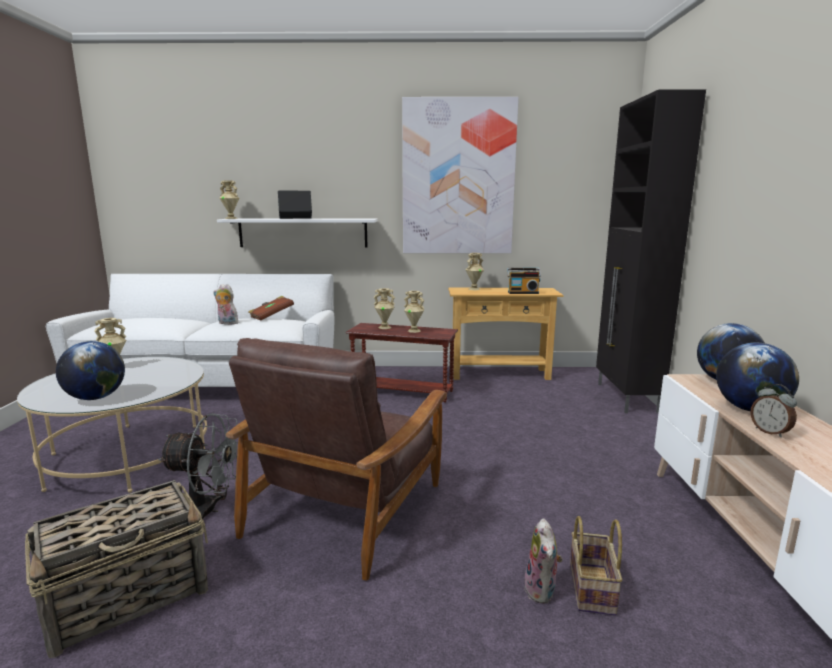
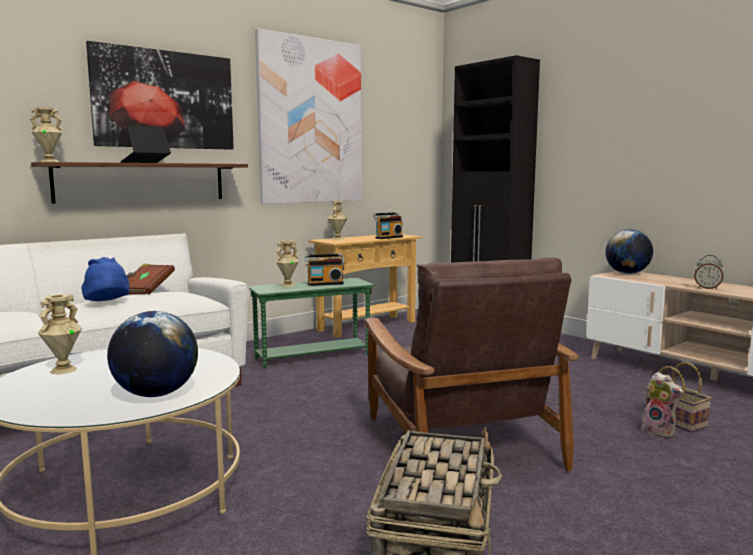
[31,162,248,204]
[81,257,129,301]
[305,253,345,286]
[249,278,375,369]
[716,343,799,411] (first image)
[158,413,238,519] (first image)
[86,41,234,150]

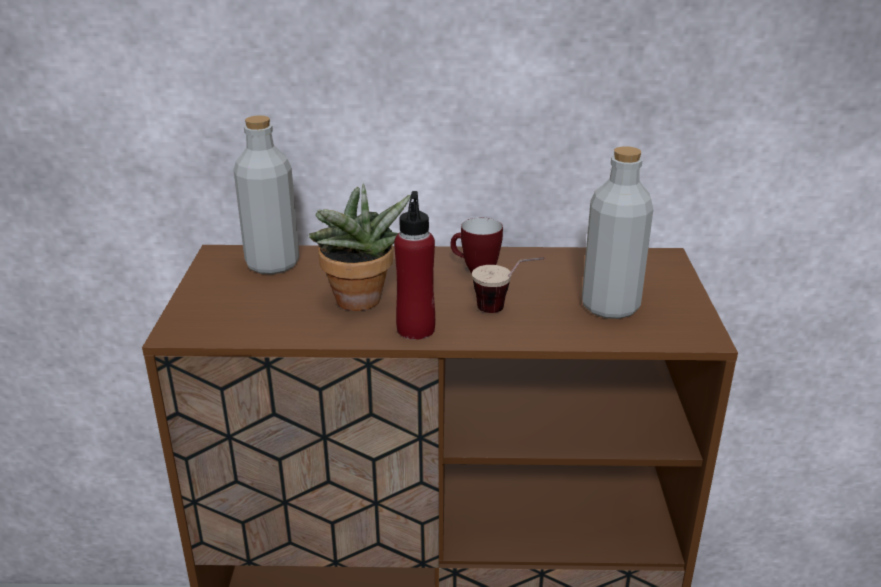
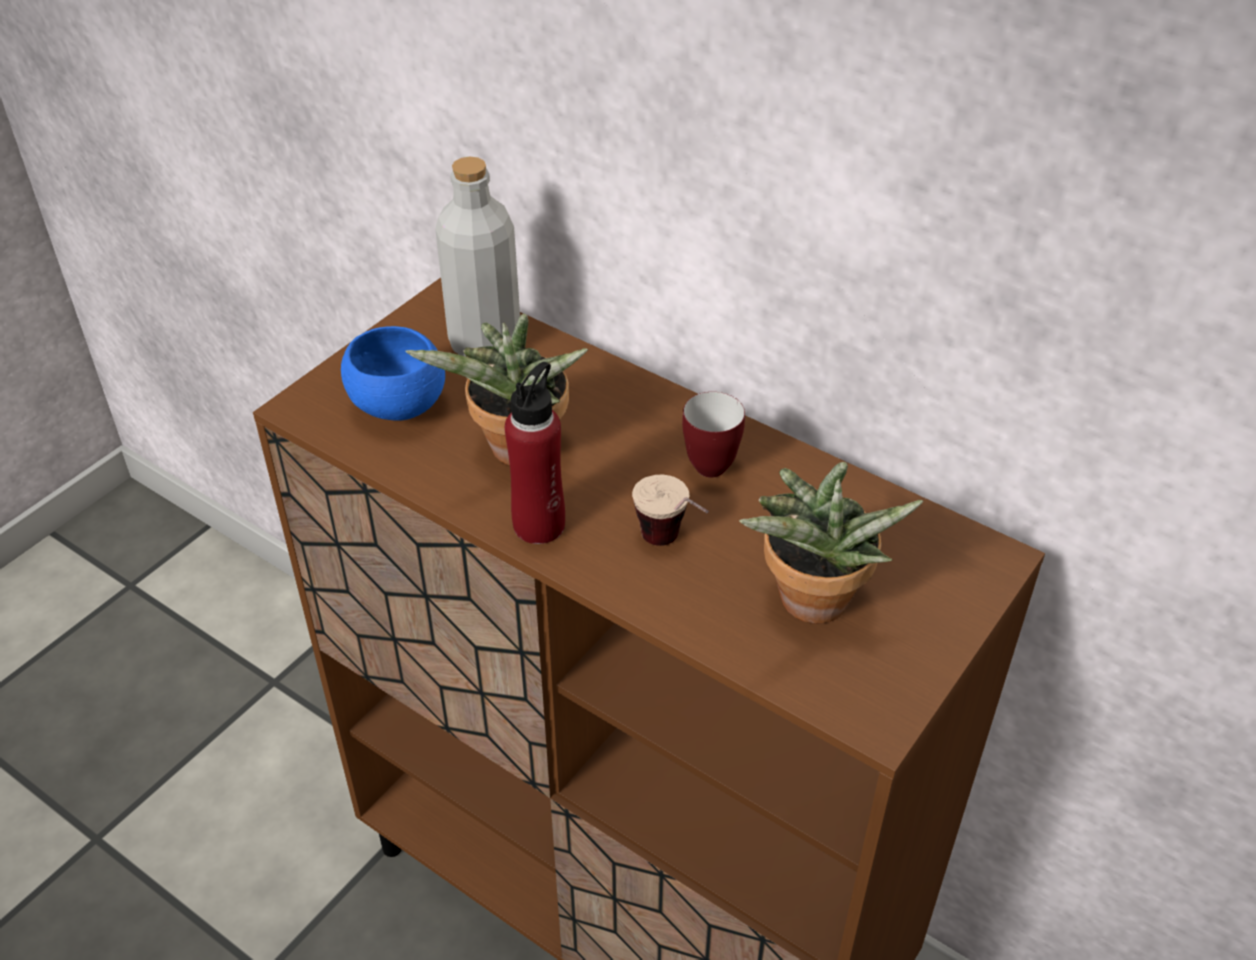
[739,462,923,624]
[341,326,445,421]

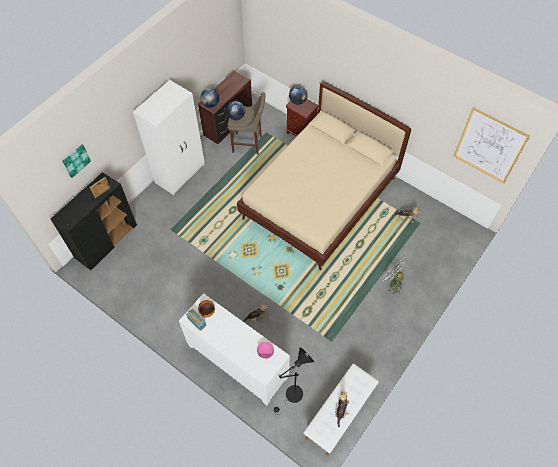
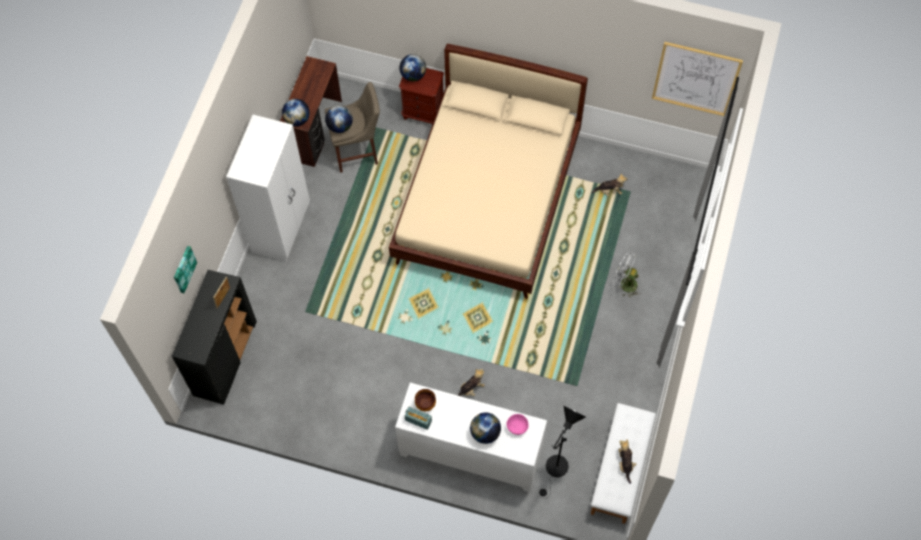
[470,412,501,444]

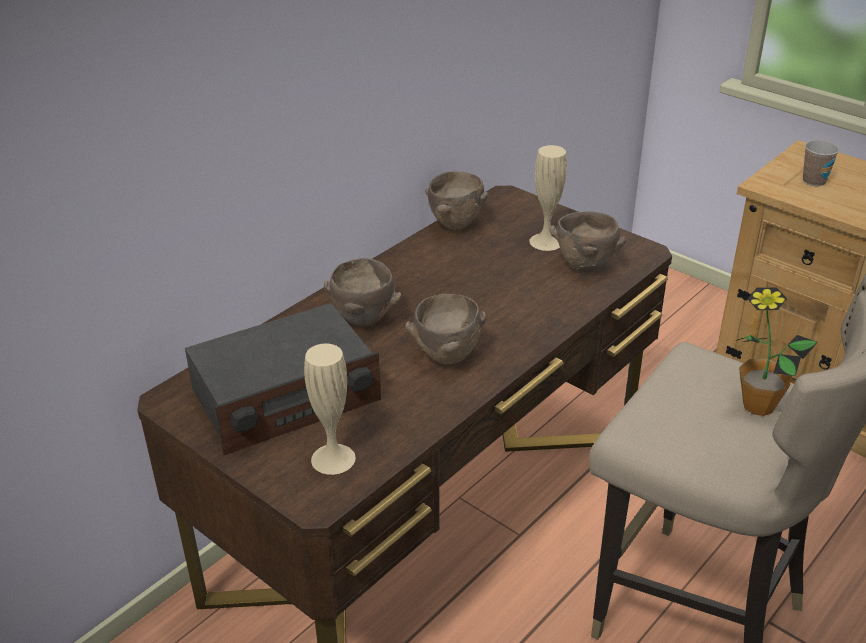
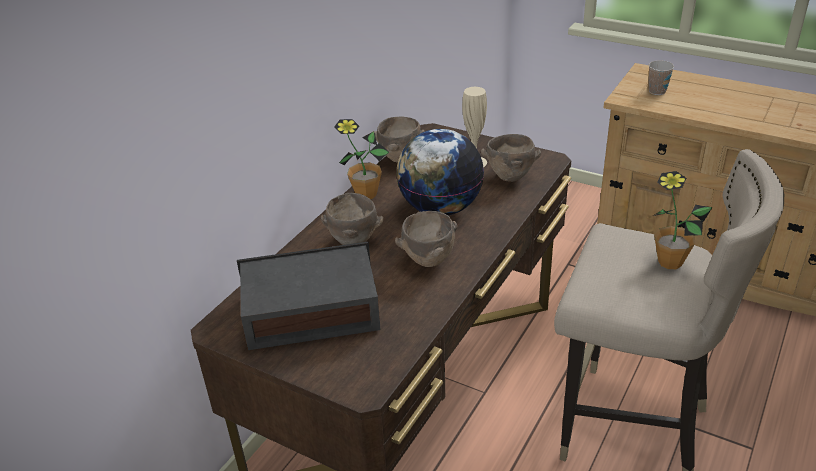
[237,242,381,350]
[304,344,356,475] (first image)
[334,119,389,199]
[396,129,484,216]

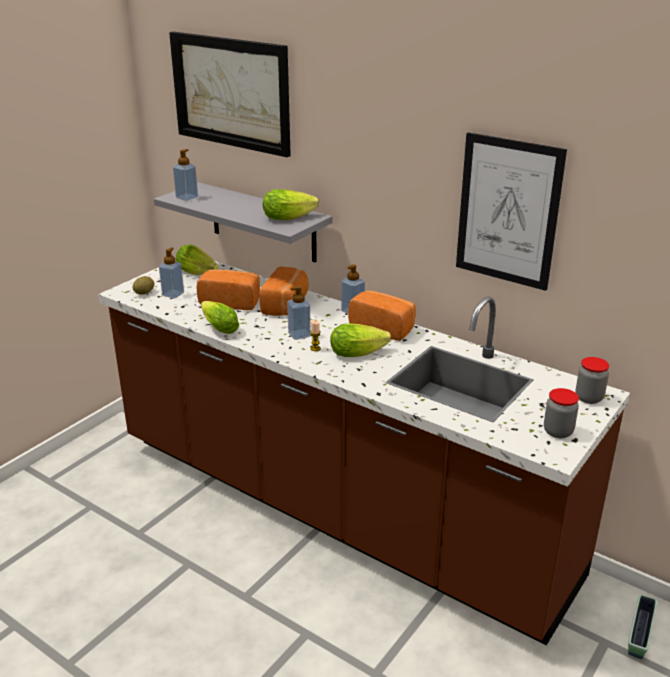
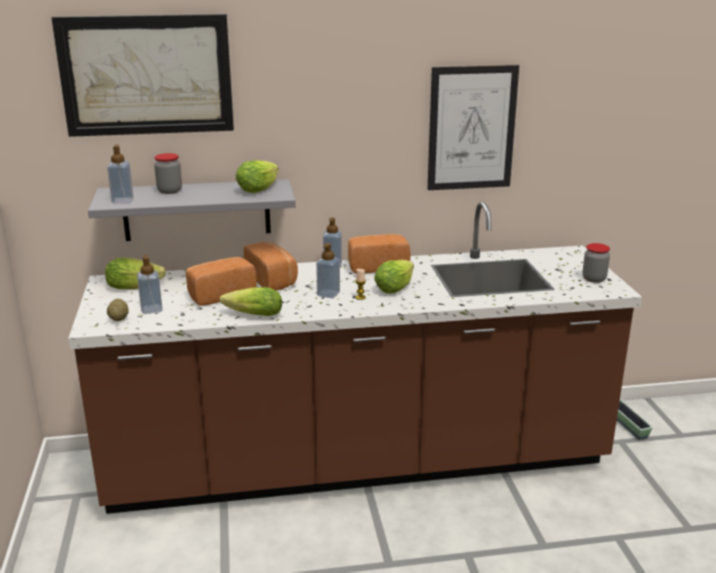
[154,153,182,194]

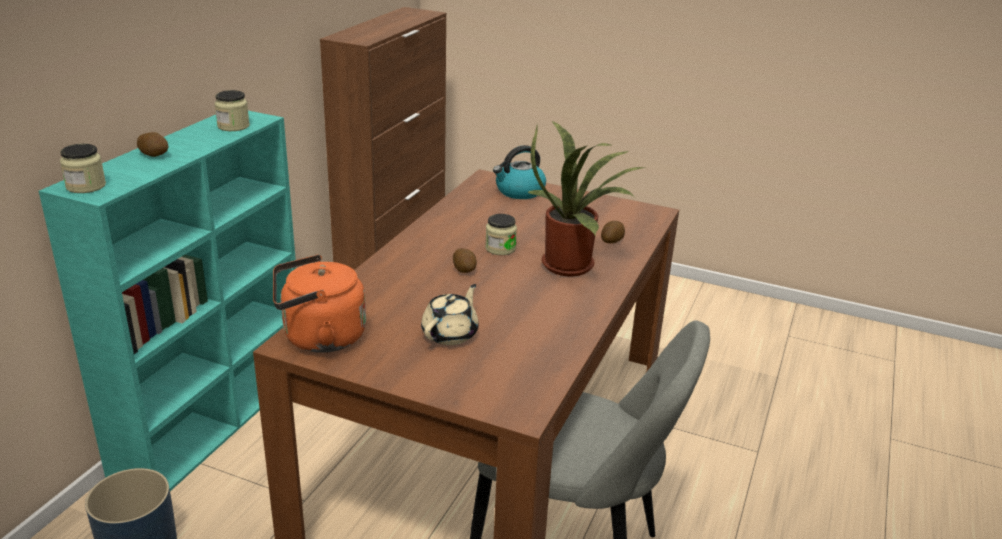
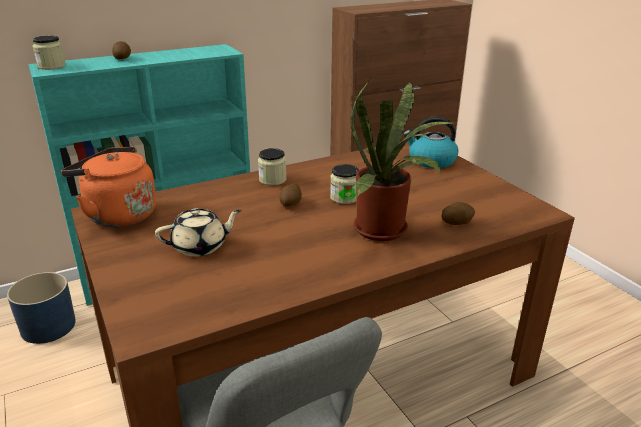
[258,148,286,186]

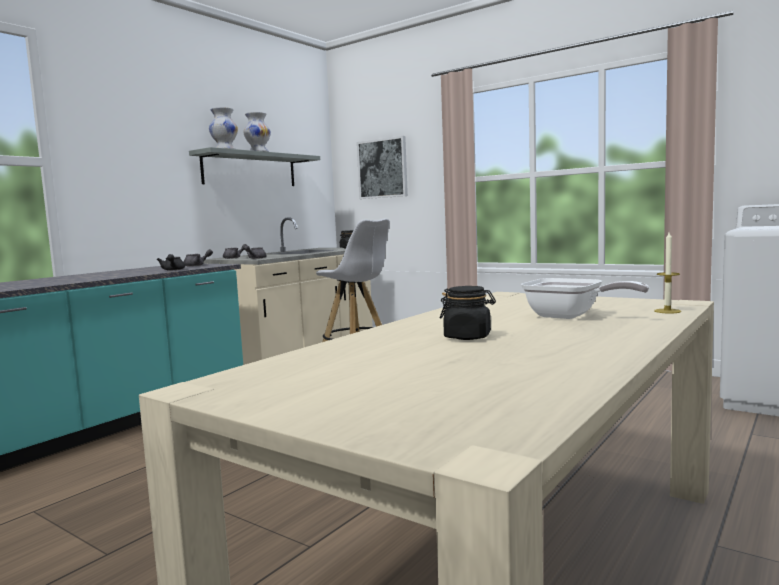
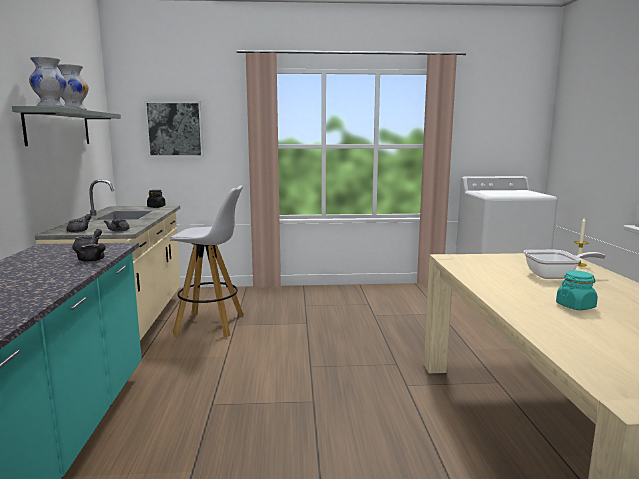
[556,270,598,310]

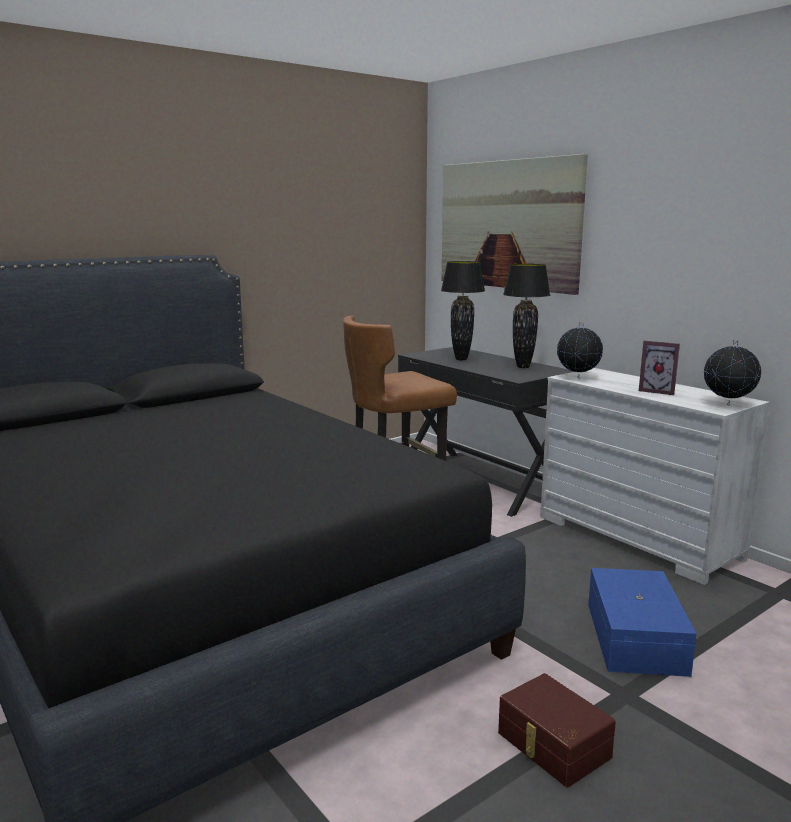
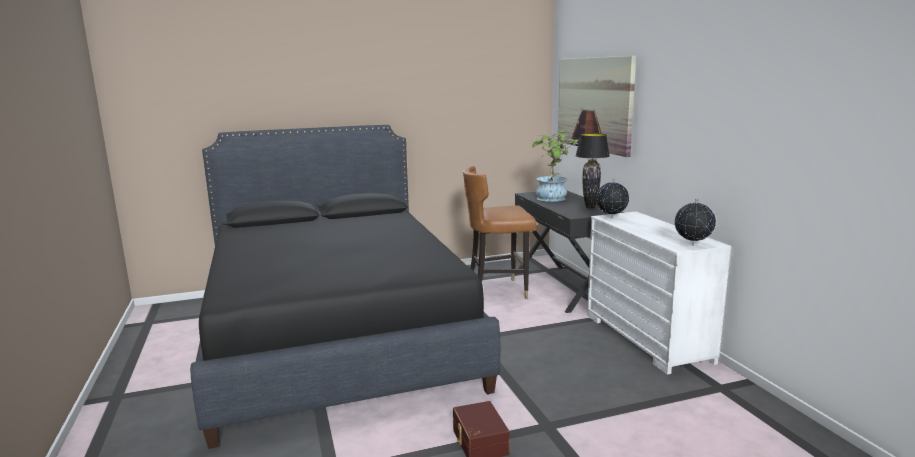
[531,131,579,202]
[639,341,680,395] (first image)
[588,568,697,677] (first image)

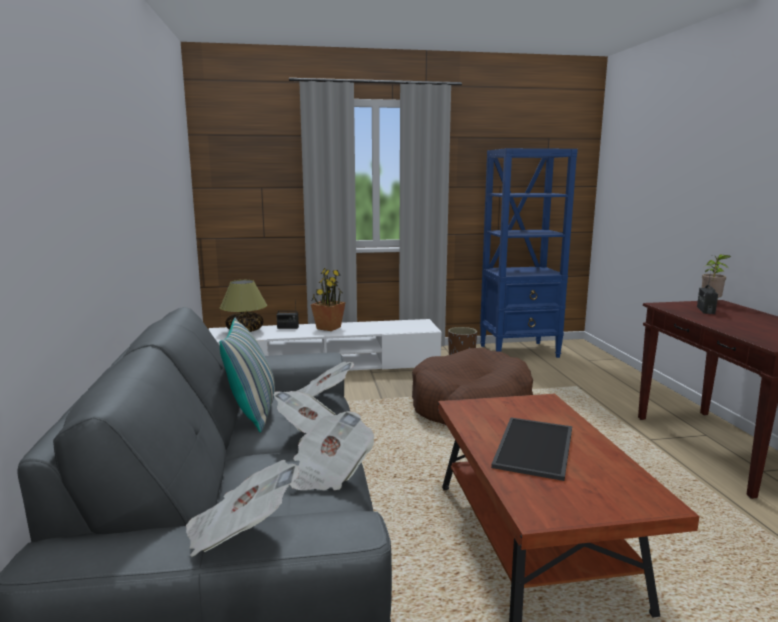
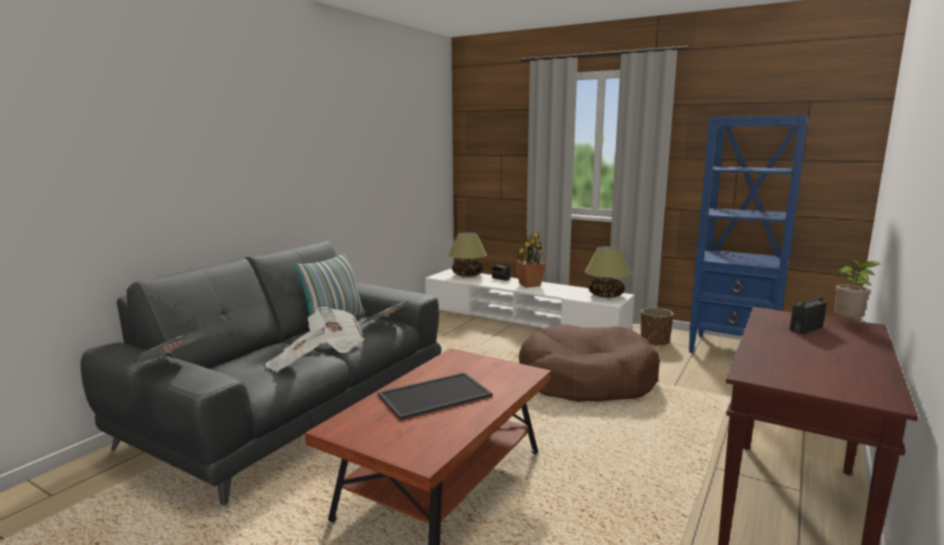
[585,246,630,298]

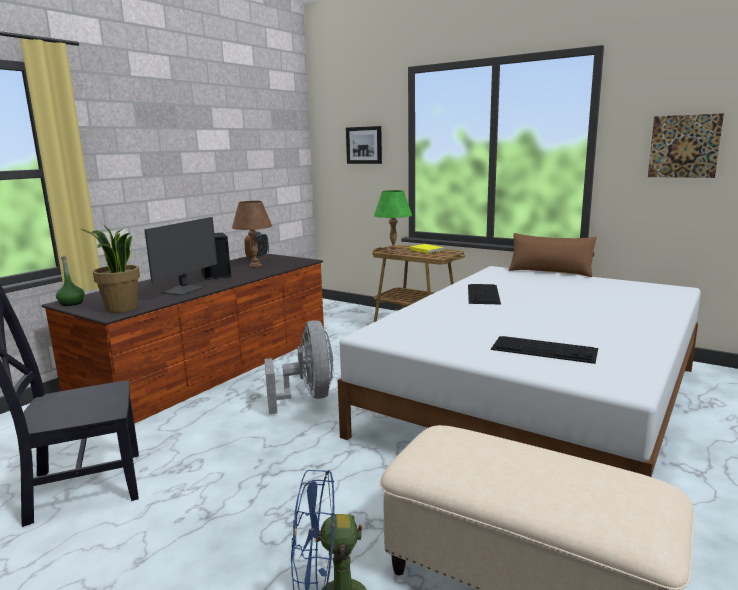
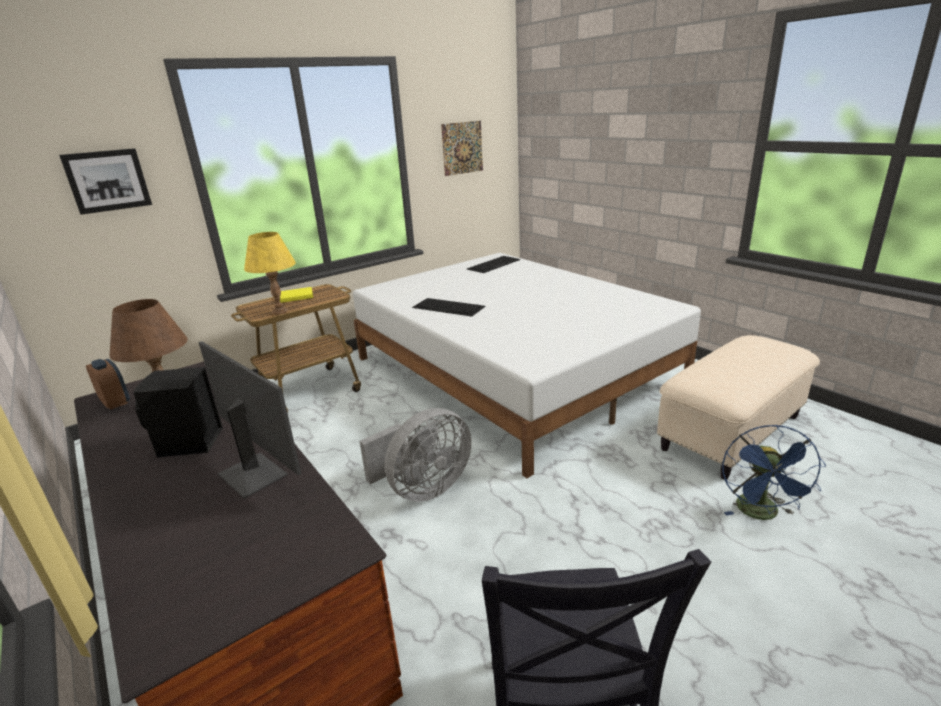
[244,232,296,315]
[79,225,140,313] (first image)
[509,233,597,277] (first image)
[56,256,85,306] (first image)
[359,408,471,502]
[467,256,520,273]

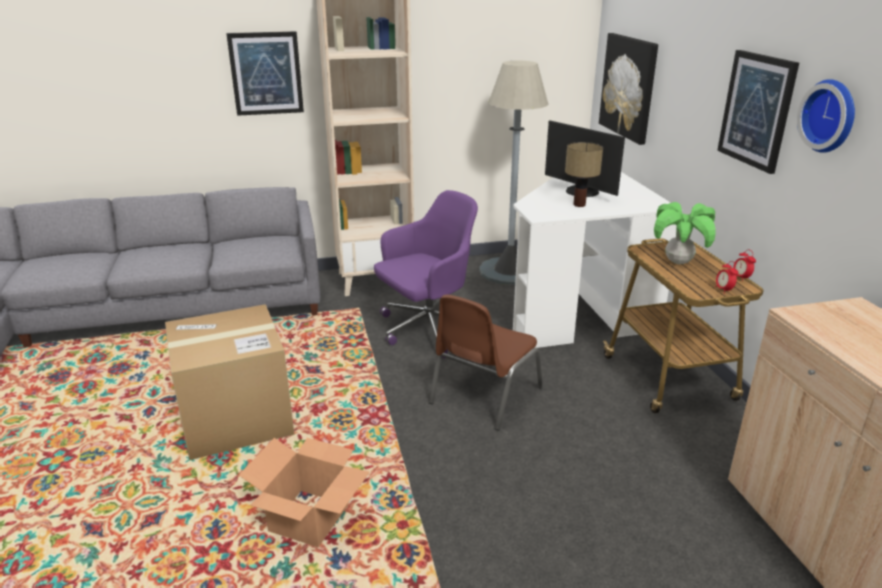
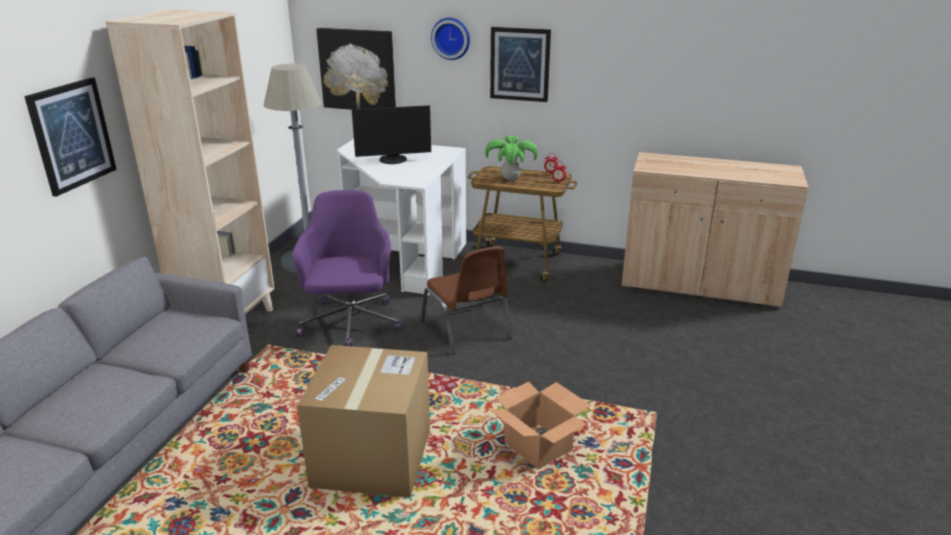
[431,18,470,60]
[565,142,603,207] (first image)

